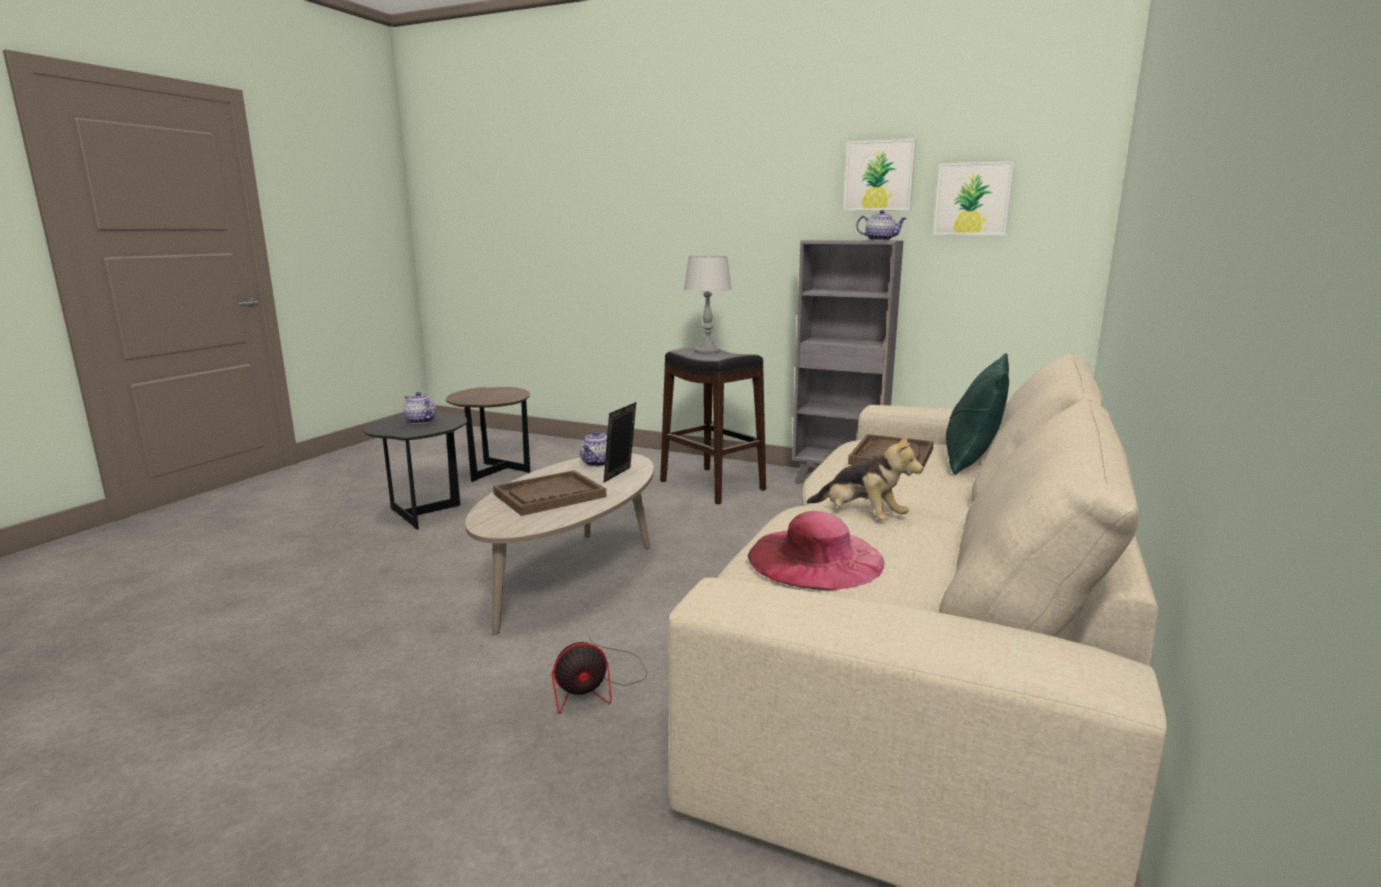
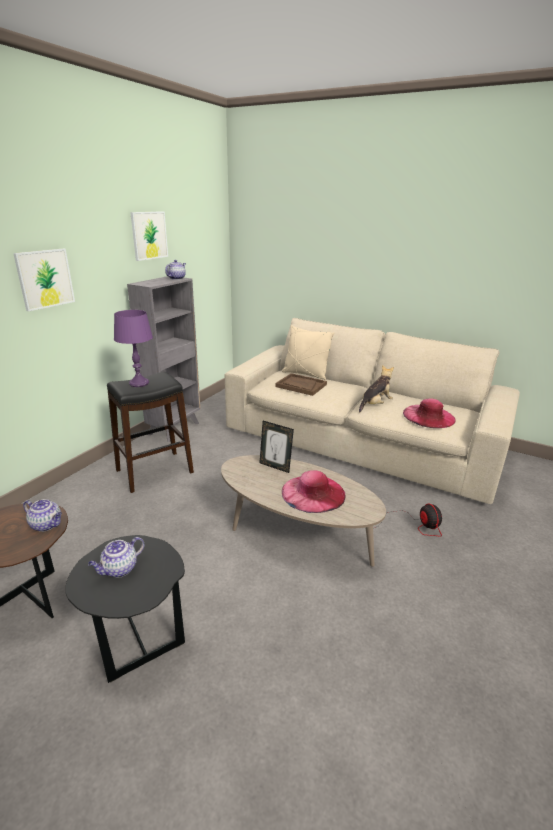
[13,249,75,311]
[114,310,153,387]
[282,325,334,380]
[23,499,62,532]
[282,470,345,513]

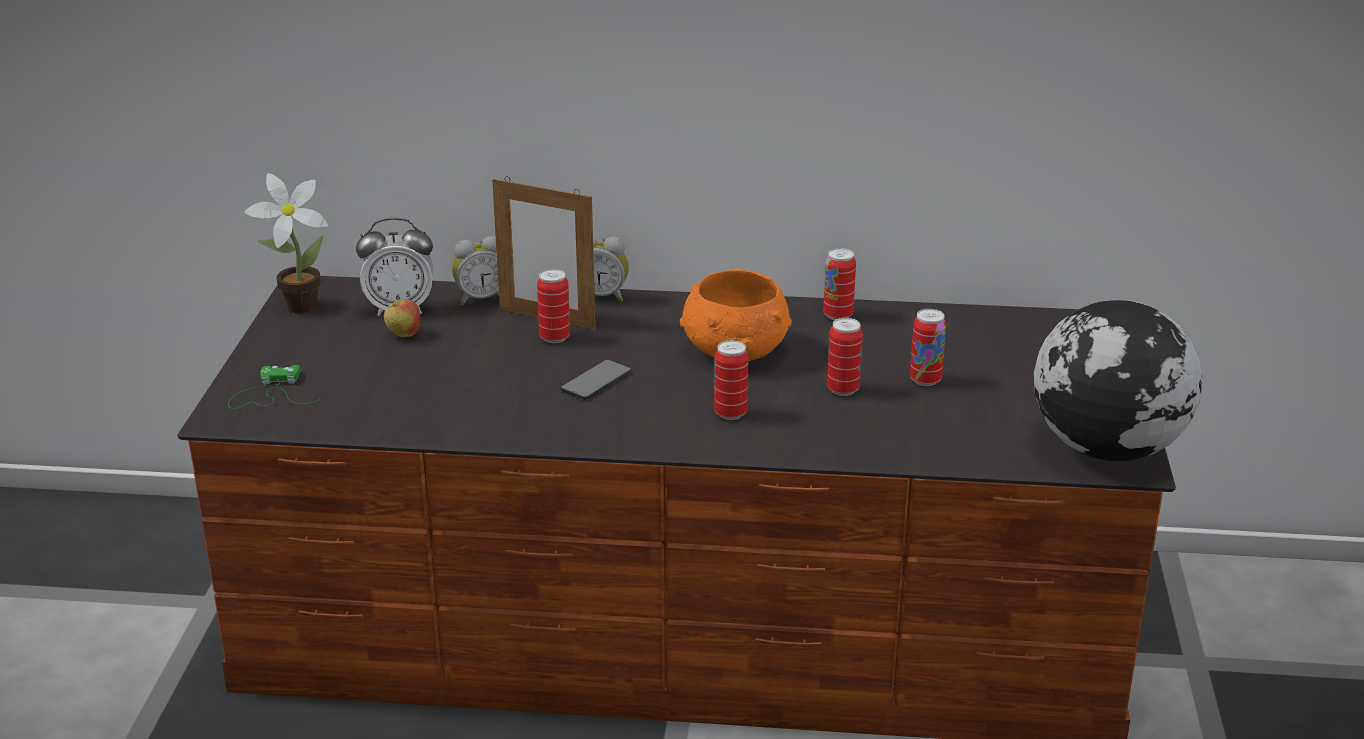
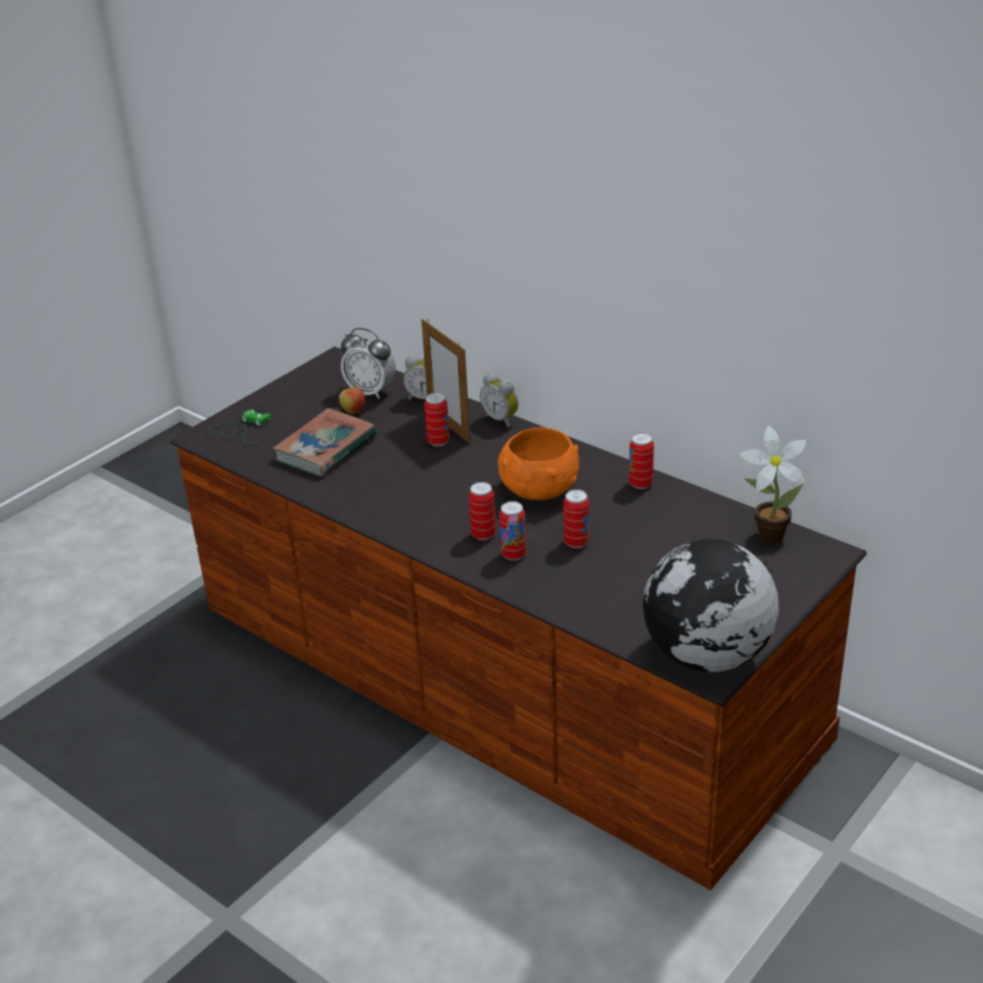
[740,426,807,543]
[499,501,526,561]
[561,359,631,400] (first image)
[272,408,377,477]

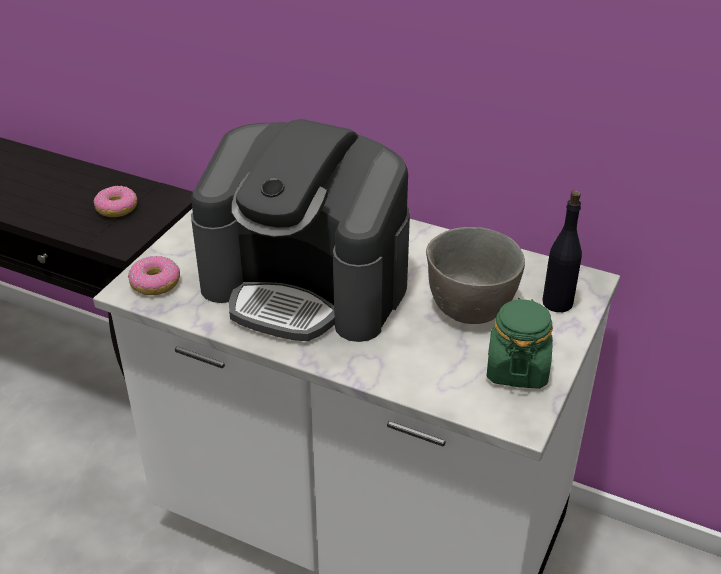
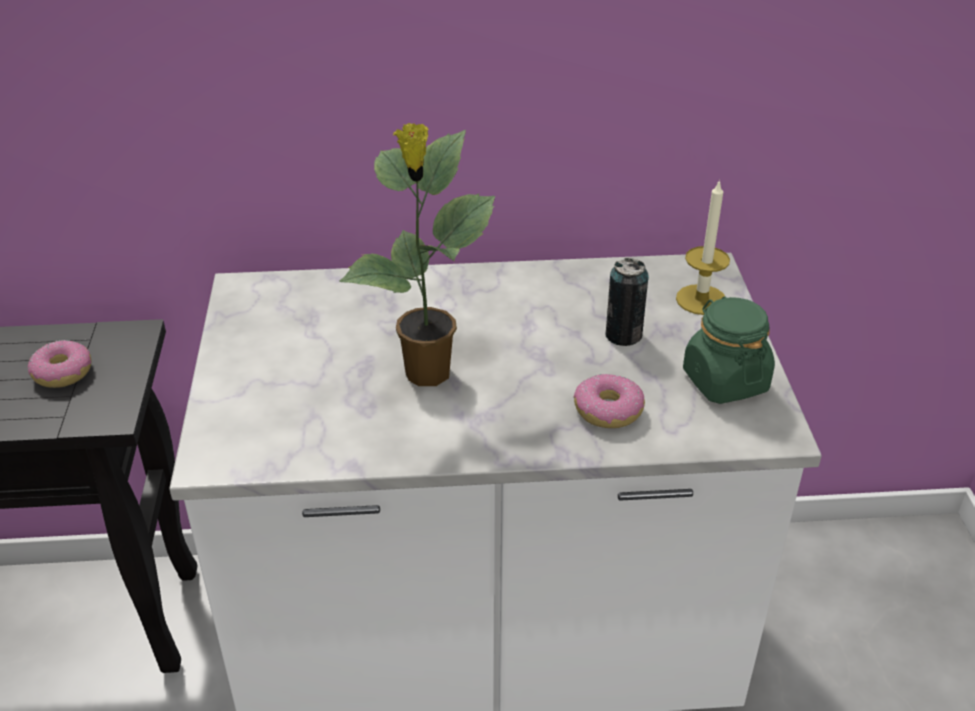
[340,123,495,386]
[676,179,730,315]
[605,258,649,346]
[573,374,645,428]

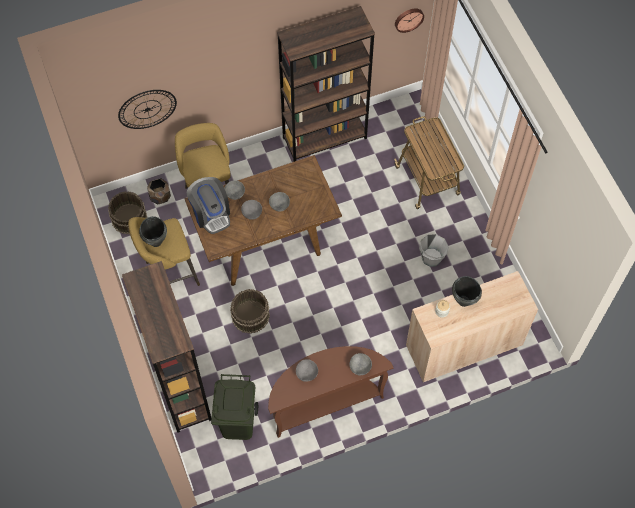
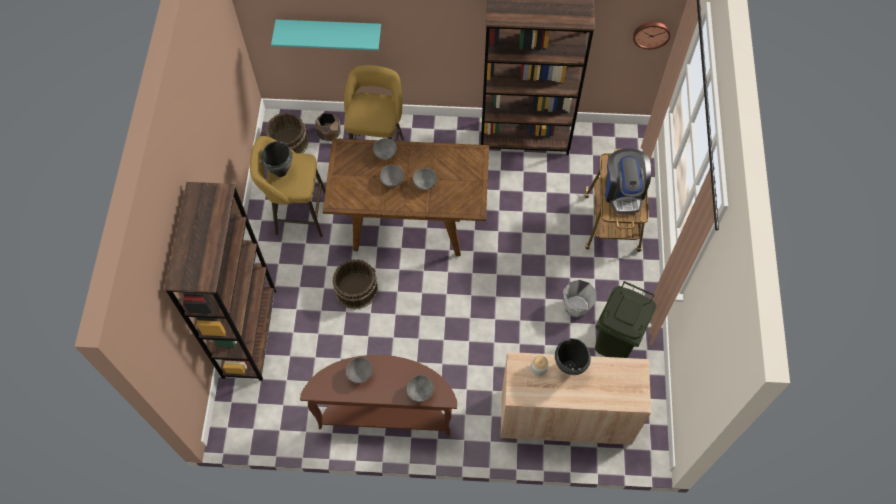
[271,20,381,51]
[605,148,651,214]
[595,281,656,358]

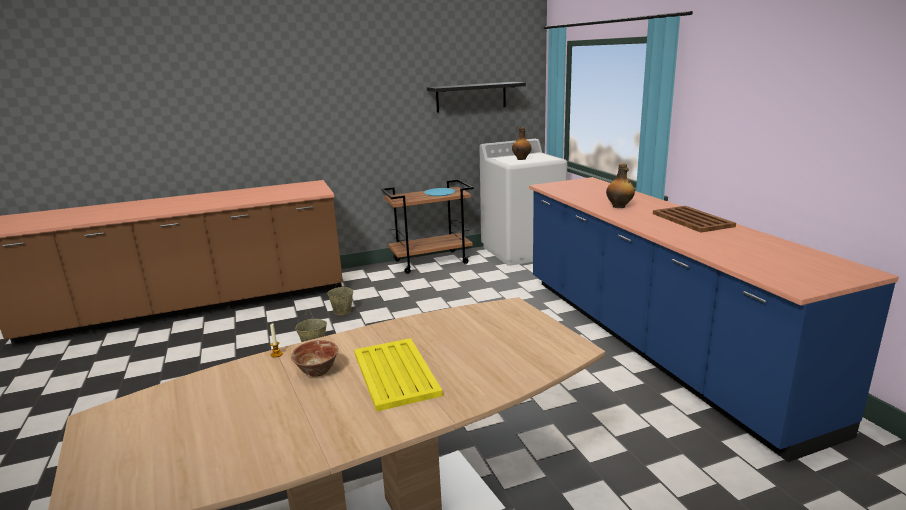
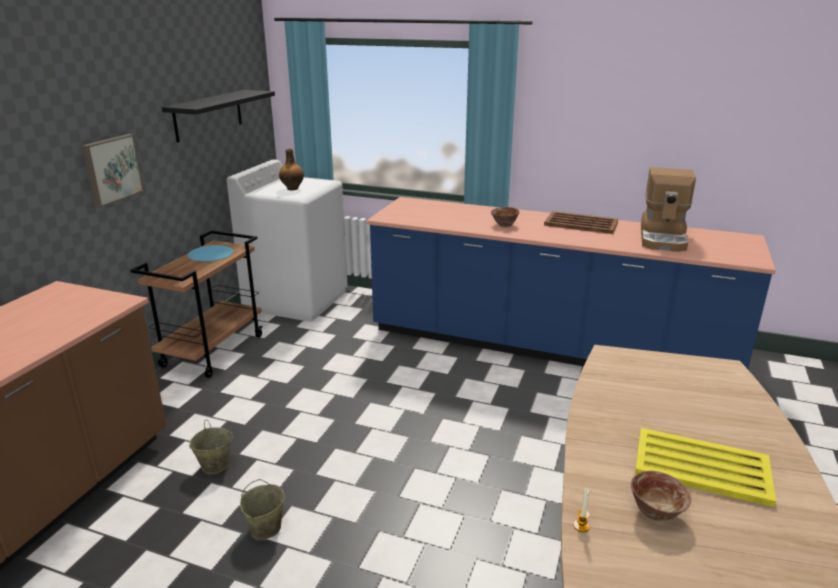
[491,207,519,227]
[82,134,144,207]
[641,167,696,252]

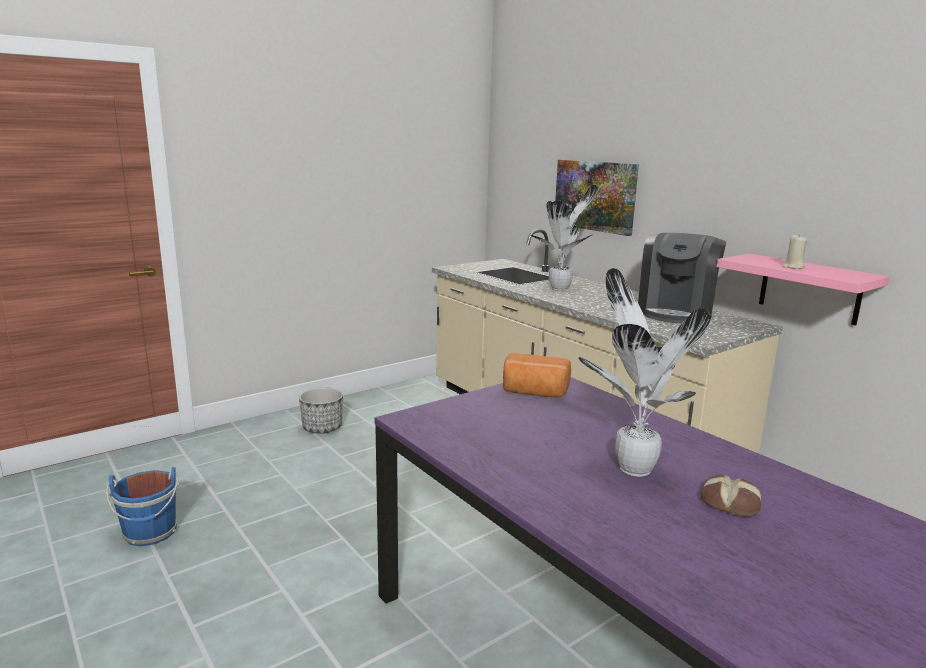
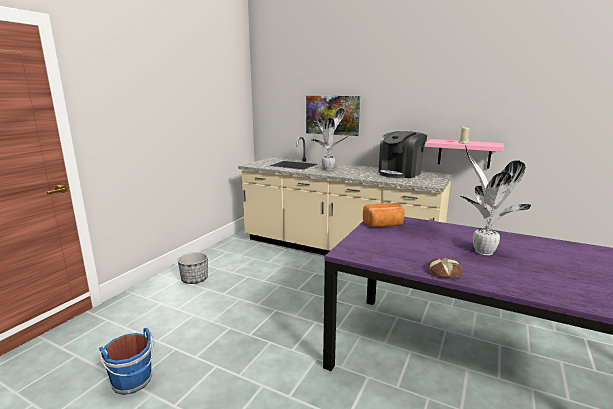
[378,131,427,178]
[428,258,463,278]

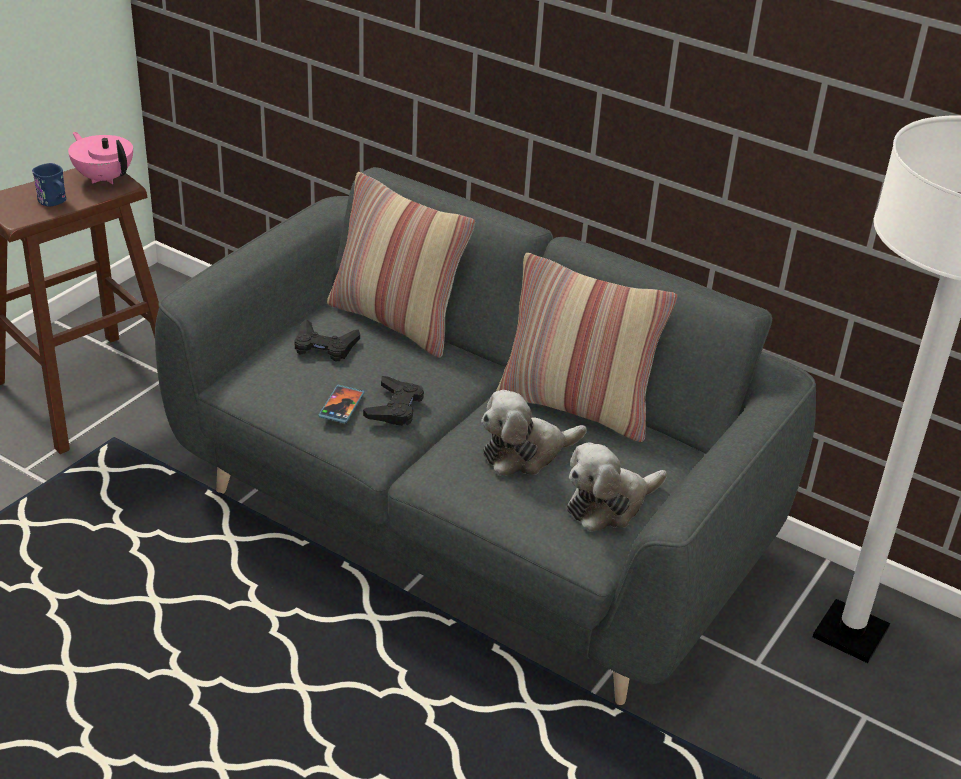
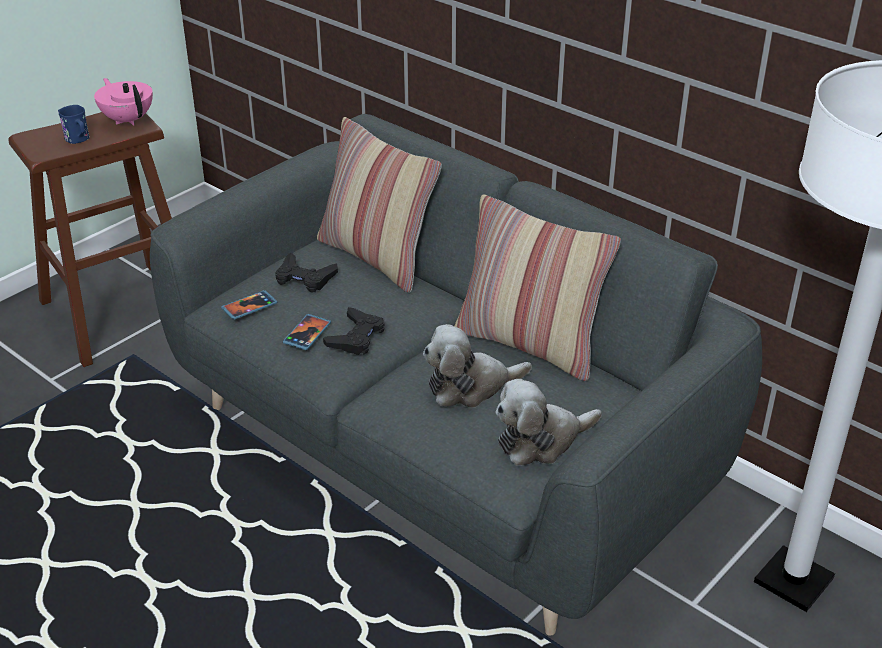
[221,290,278,320]

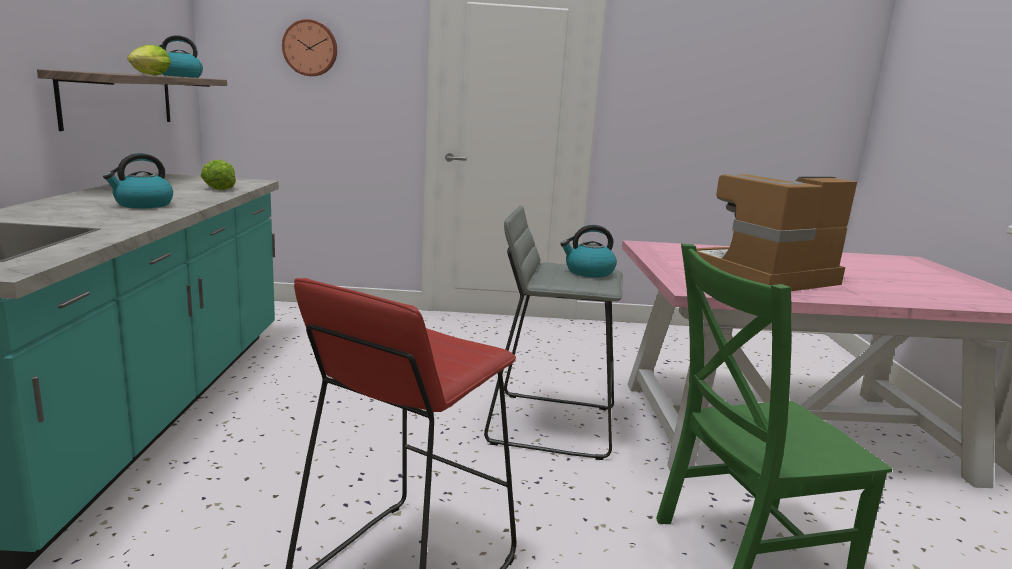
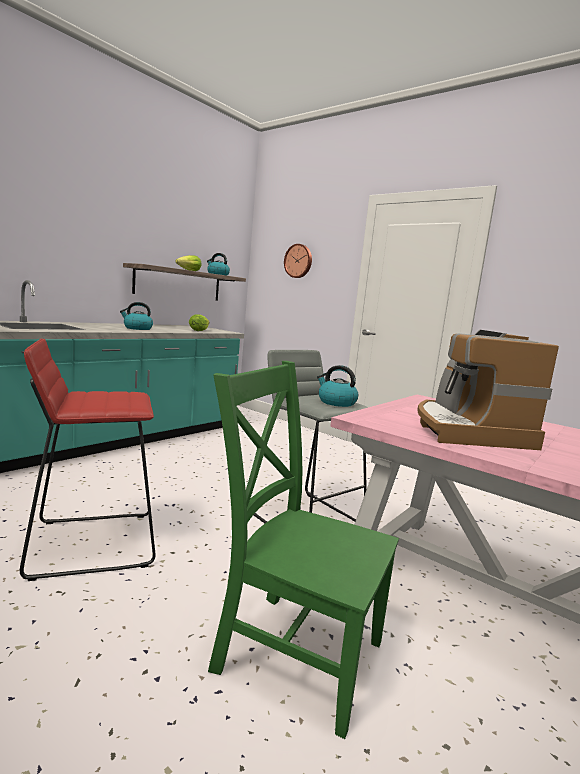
[417,330,559,450]

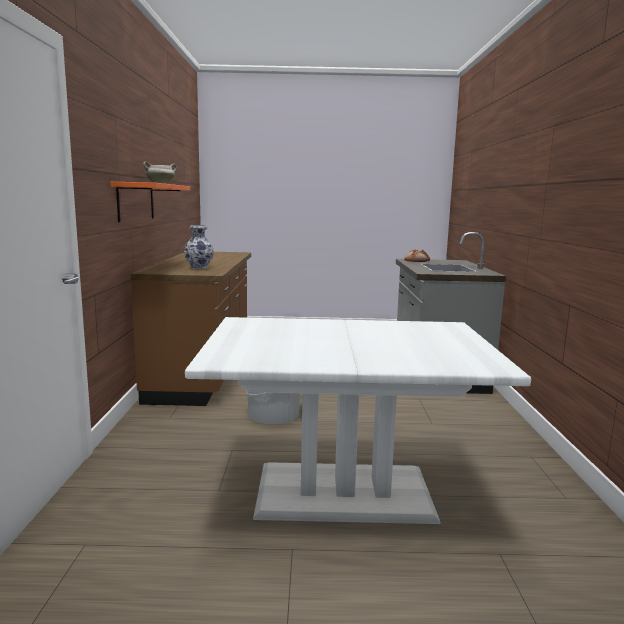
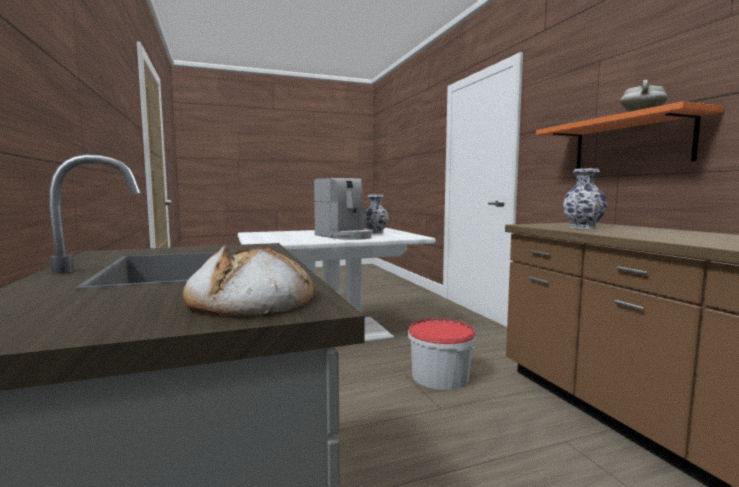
[314,178,373,240]
[363,195,389,234]

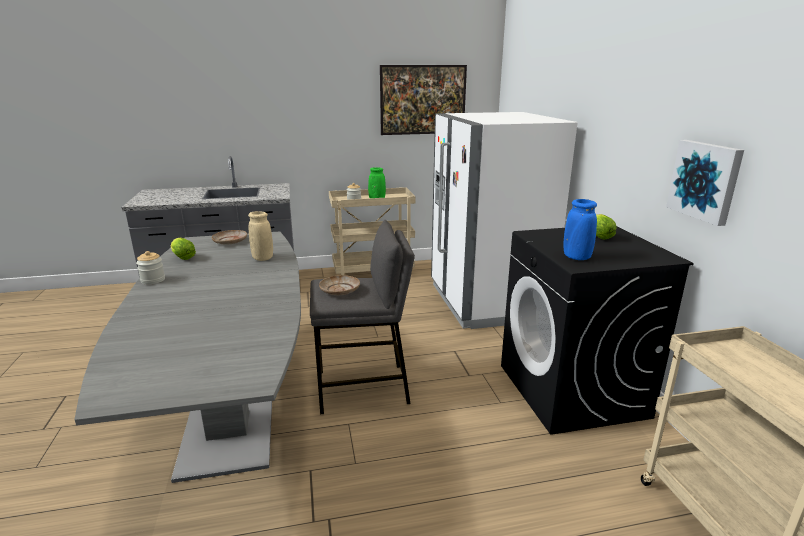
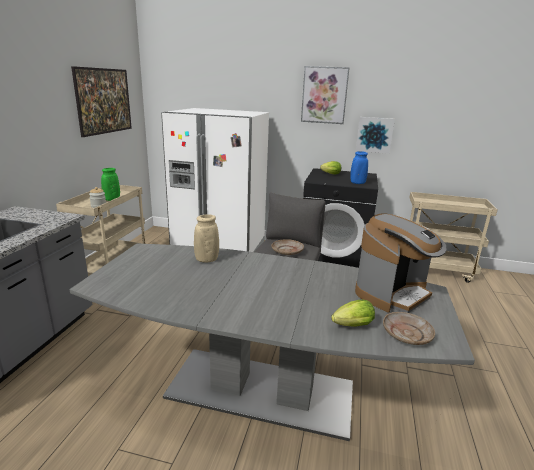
[383,312,435,345]
[331,300,375,327]
[136,251,165,284] (first image)
[301,66,350,124]
[355,213,447,313]

